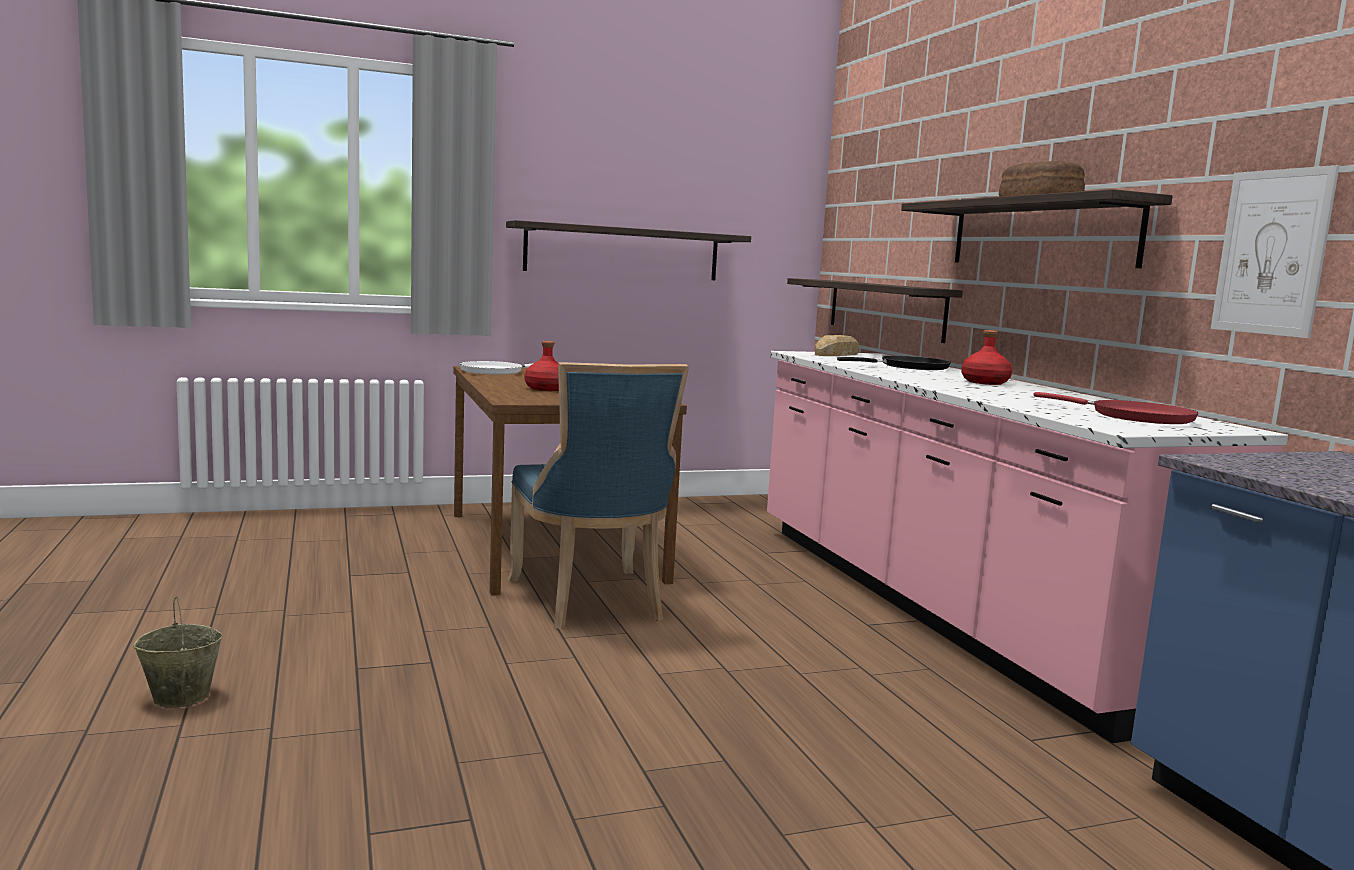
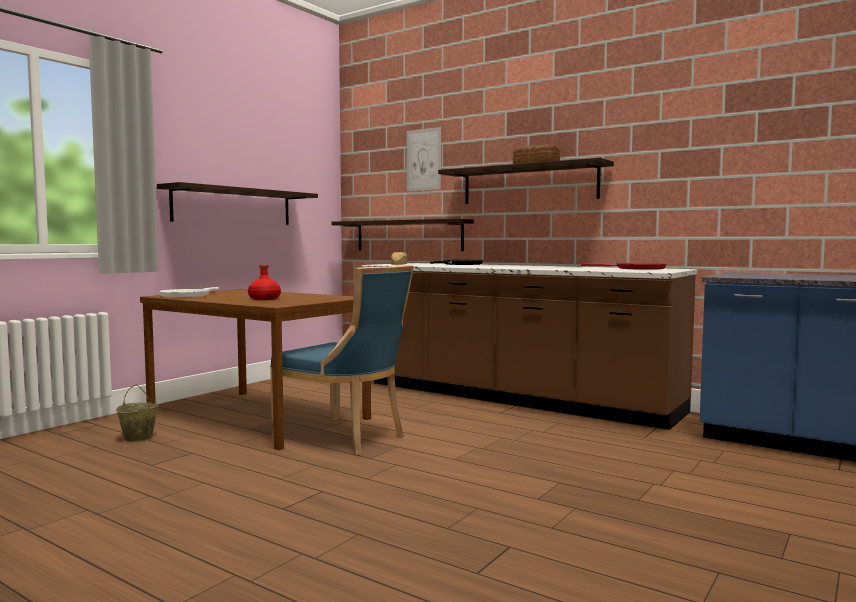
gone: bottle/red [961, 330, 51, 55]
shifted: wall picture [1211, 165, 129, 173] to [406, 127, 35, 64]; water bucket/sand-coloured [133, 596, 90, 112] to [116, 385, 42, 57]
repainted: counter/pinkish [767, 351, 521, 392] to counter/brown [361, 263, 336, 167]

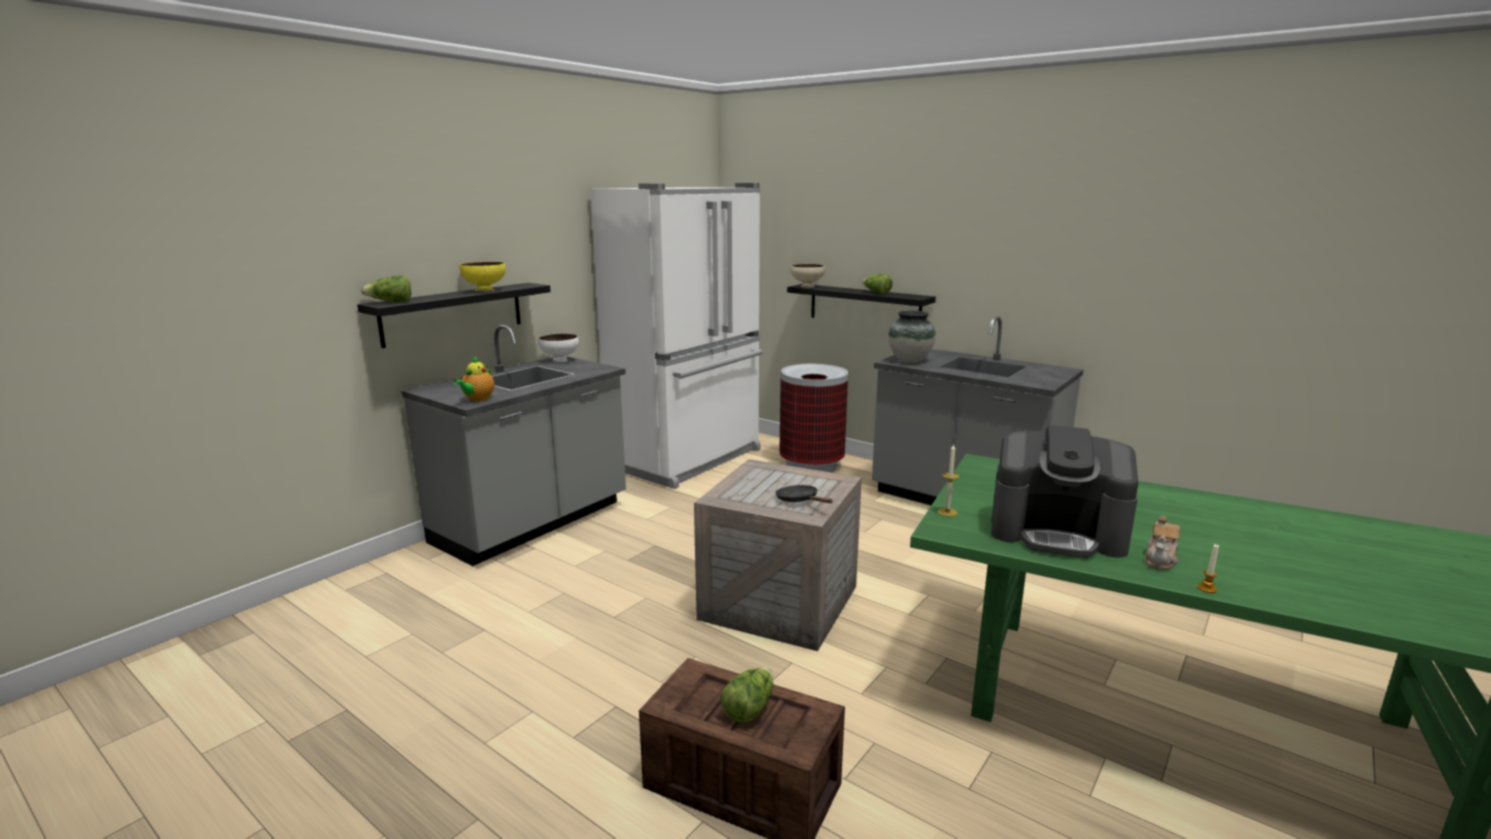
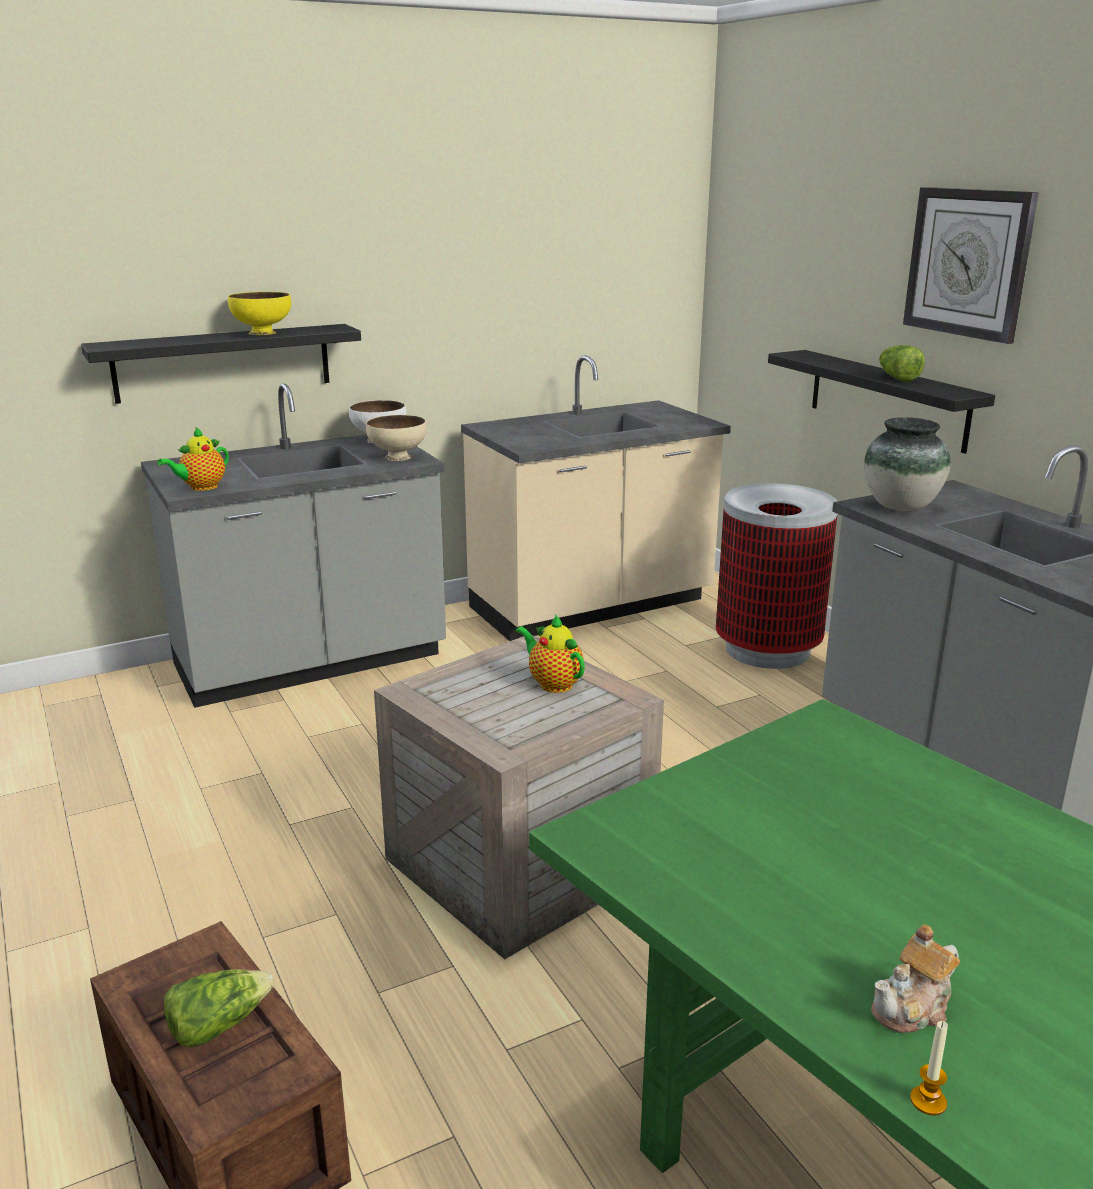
gone: lettuce head [361, 275, 50, 27]; coffee machine [991, 425, 147, 133]; wax light [937, 444, 23, 73]; skillet/black [776, 485, 57, 18]
new: wall clock [903, 187, 136, 157]; tea pot [516, 614, 69, 79]
shifted: bowl/sand-coloured [791, 264, 34, 24] to [366, 415, 61, 46]
swapped: fridge/white [590, 183, 173, 306] to counter/sand-coloured [461, 355, 270, 286]

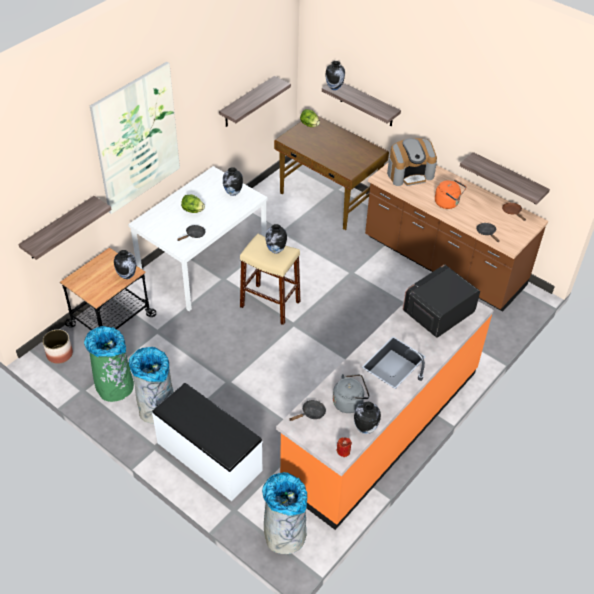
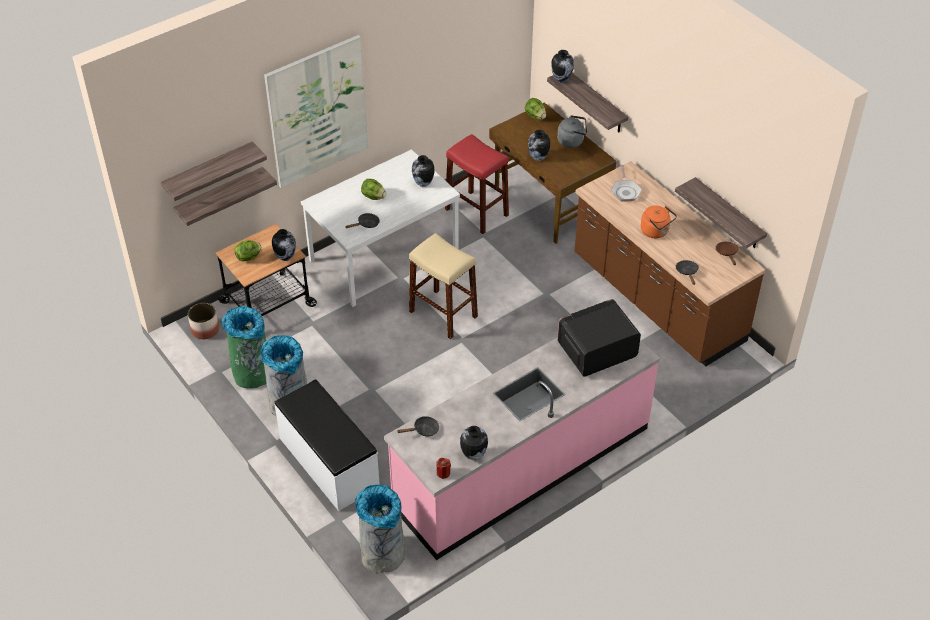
new: stool/red [445, 134, 64, 100]; lettuce head [234, 240, 27, 21]
shifted: shelf [219, 76, 72, 51] to [161, 142, 106, 59]; flower vase [265, 224, 22, 30] to [528, 130, 22, 31]; kettle/grey [333, 374, 37, 39] to [557, 115, 30, 33]
swapped: coffee machine [387, 138, 50, 48] to skillet [611, 165, 31, 37]
repainted: counter/orange [276, 301, 218, 229] to counter/pinkish [384, 338, 276, 222]

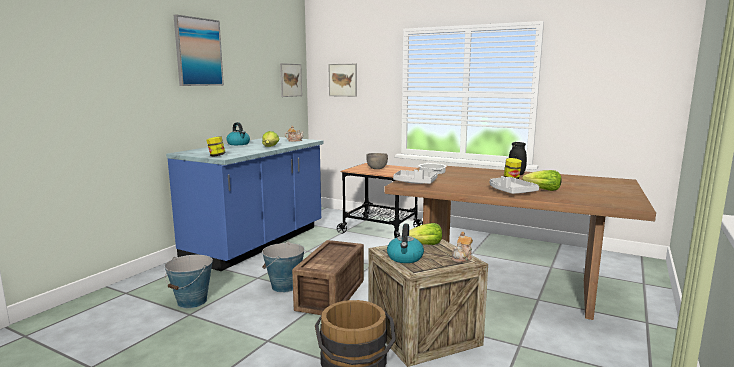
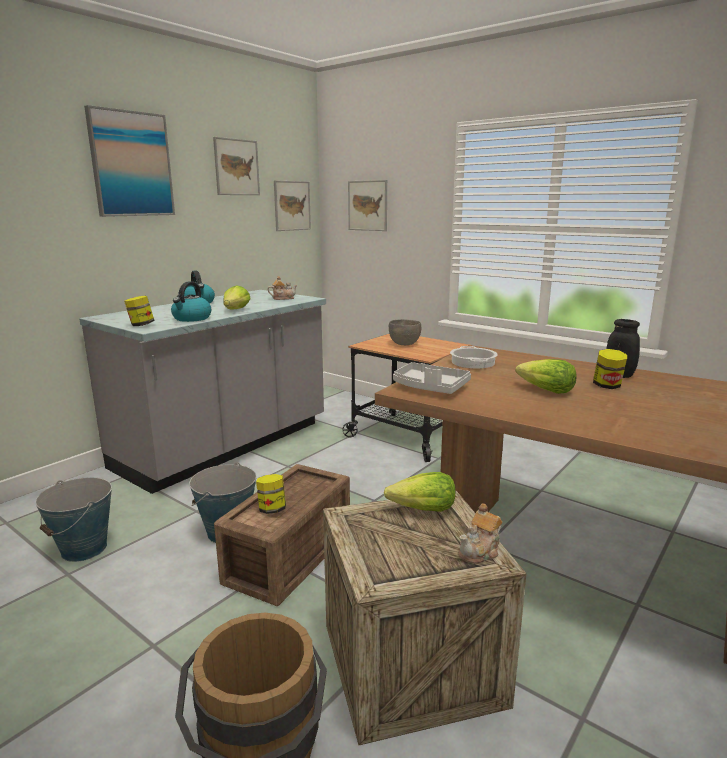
gone: tray/grey [490, 176, 49, 18]
new: wall picture [213, 137, 47, 58]; storage jar [256, 474, 30, 40]
shifted: lettuce head [522, 170, 40, 21] to [515, 359, 61, 35]; kettle [387, 224, 37, 39] to [171, 281, 40, 41]
repainted: counter/blue [166, 137, 157, 134] to counter/grey [79, 290, 247, 204]

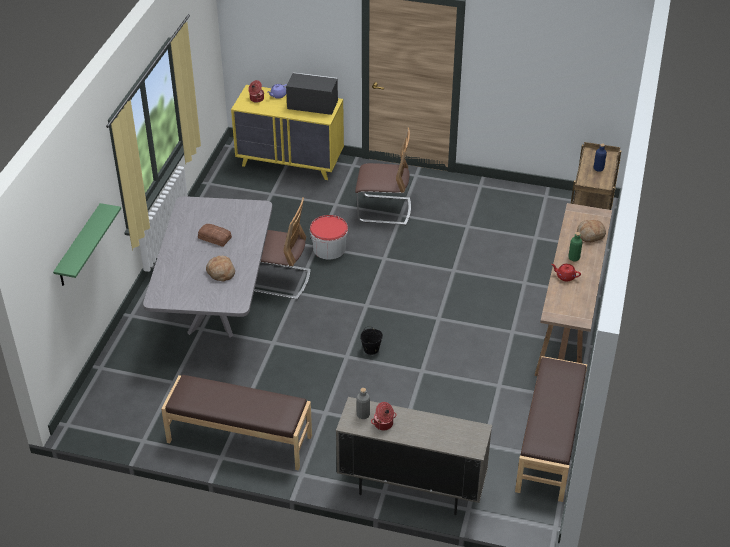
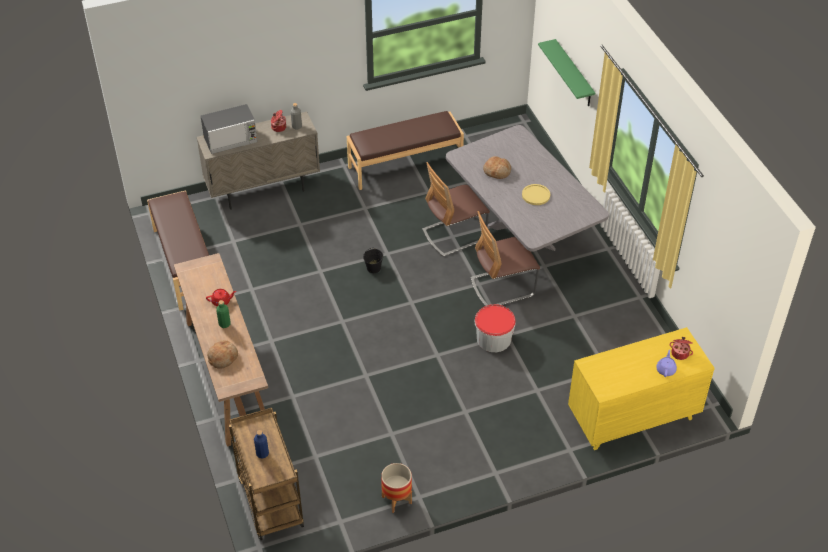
new: planter [381, 463, 31, 50]
shifted: microwave oven [286, 72, 52, 43] to [201, 104, 57, 50]; upright chair [355, 128, 56, 97] to [422, 162, 68, 95]
swapped: bakery bread [198, 224, 34, 23] to plate/yellowish [522, 184, 28, 21]

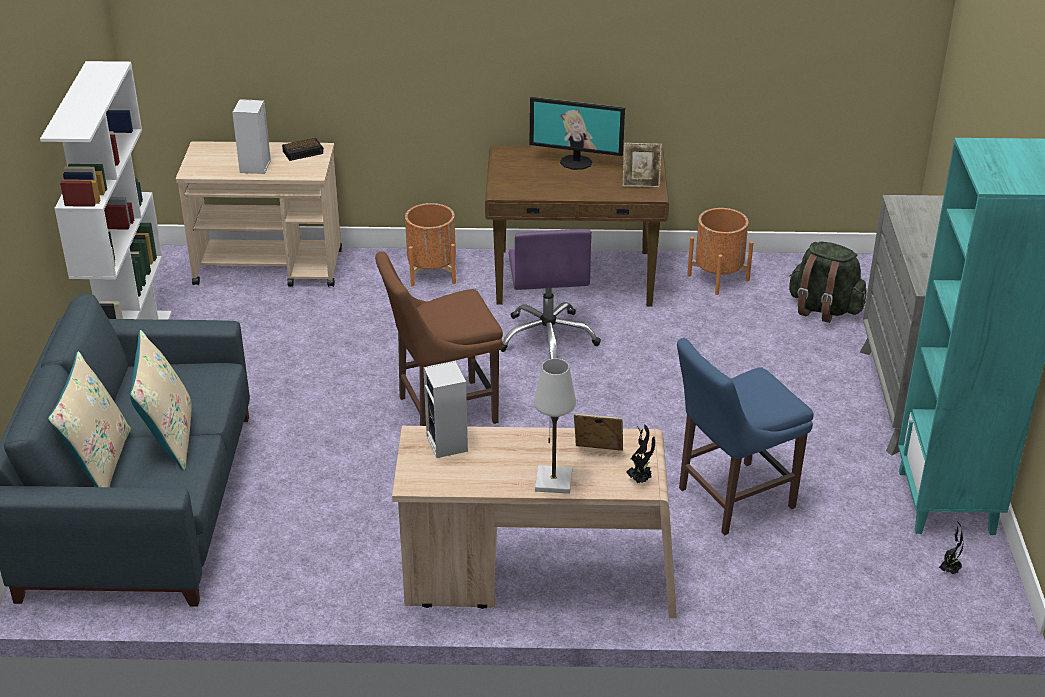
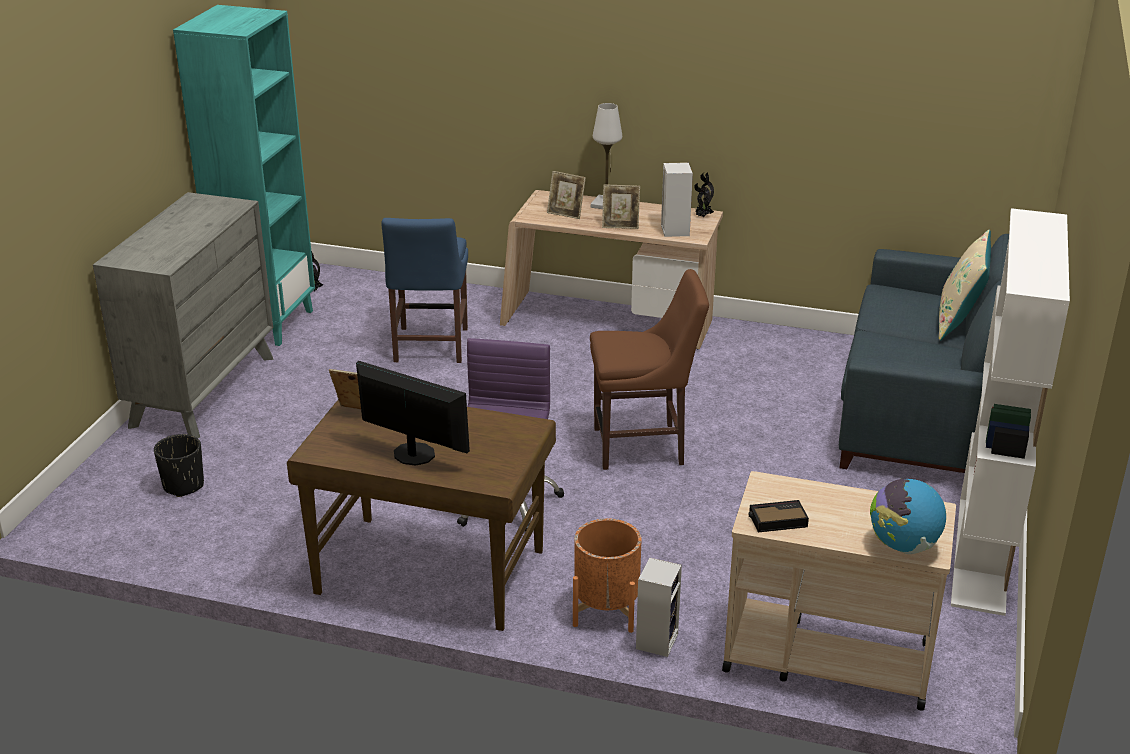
gone: planter/orange [687, 208, 66, 87]; throw pillow/sand-coloured [130, 330, 62, 141]
new: picture frame [602, 185, 38, 44]; world globe [870, 479, 76, 75]
shifted: audio speaker [232, 99, 39, 75] to [636, 558, 46, 99]; potted plant [626, 424, 29, 60] to [694, 172, 20, 45]
swapped: knapsack/green [789, 242, 78, 81] to planter/black [154, 434, 50, 63]
rotated: upright chair/blue [677, 338, 137, 198] = [381, 218, 87, 145] 105 degrees clockwise

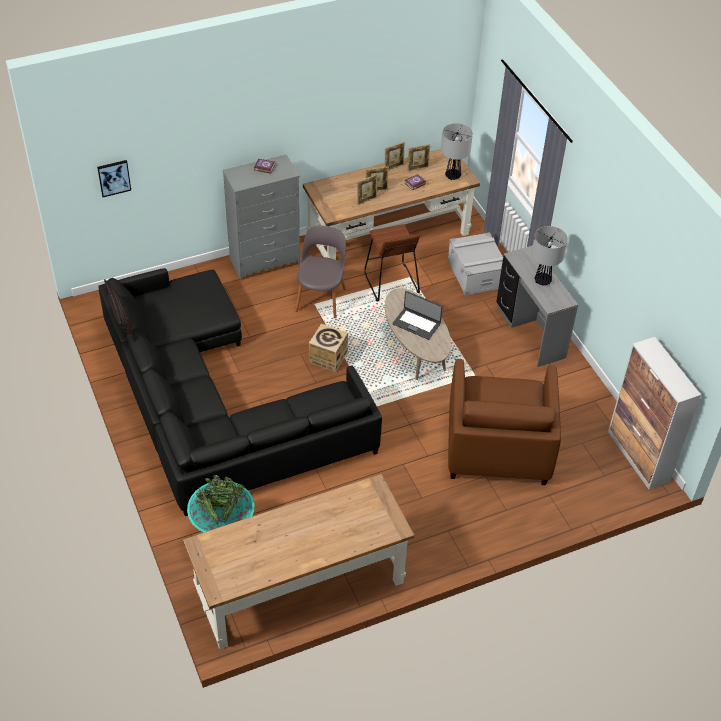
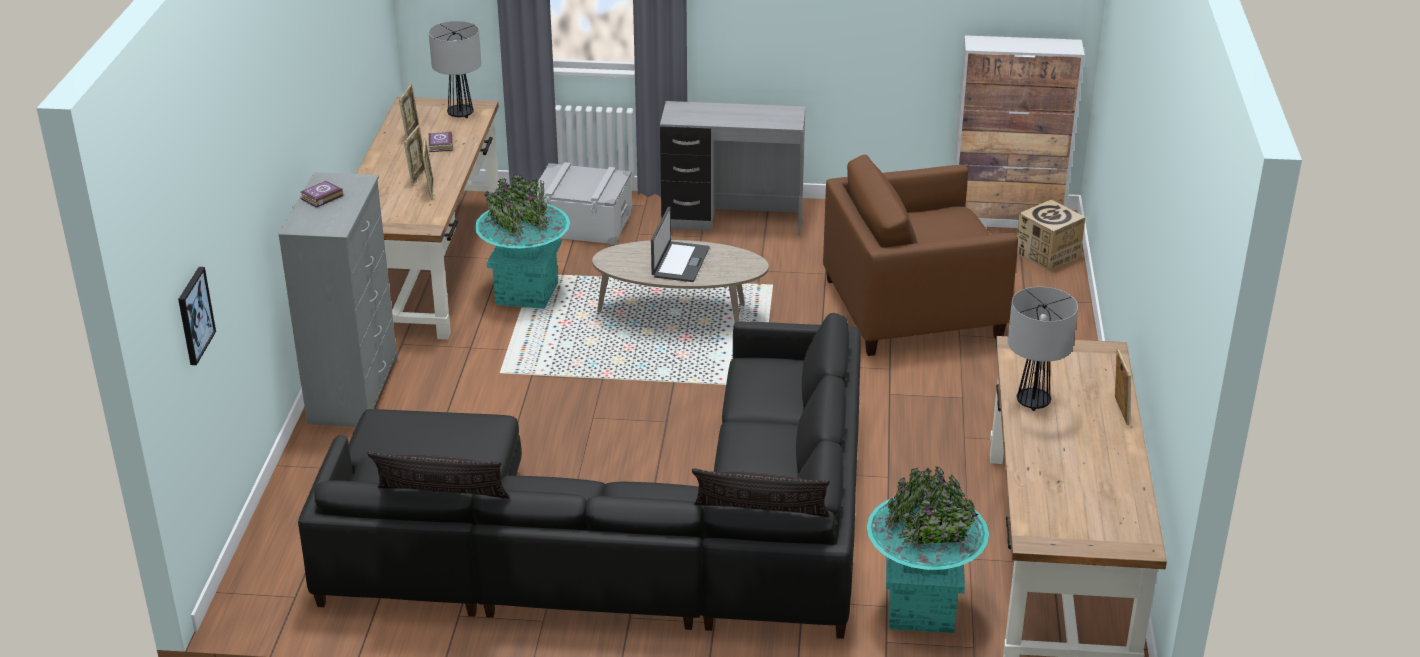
gone: upright chair/grey [295, 225, 51, 93]
new: throw pillow [692, 468, 138, 50]
shifted: picture frame [385, 142, 20, 28] to [1115, 348, 16, 77]; tabletop lamp [531, 226, 37, 59] to [1008, 287, 70, 124]; carton [309, 324, 39, 48] to [1017, 199, 69, 72]
swapped: stool/brown [364, 224, 56, 78] to planter/turquoise-coloured [475, 174, 95, 135]
rotated: notebook computer [392, 291, 51, 49] = [651, 207, 59, 75] 45 degrees counterclockwise; armchair/brown [448, 359, 113, 126] = [823, 155, 195, 201] 135 degrees clockwise

